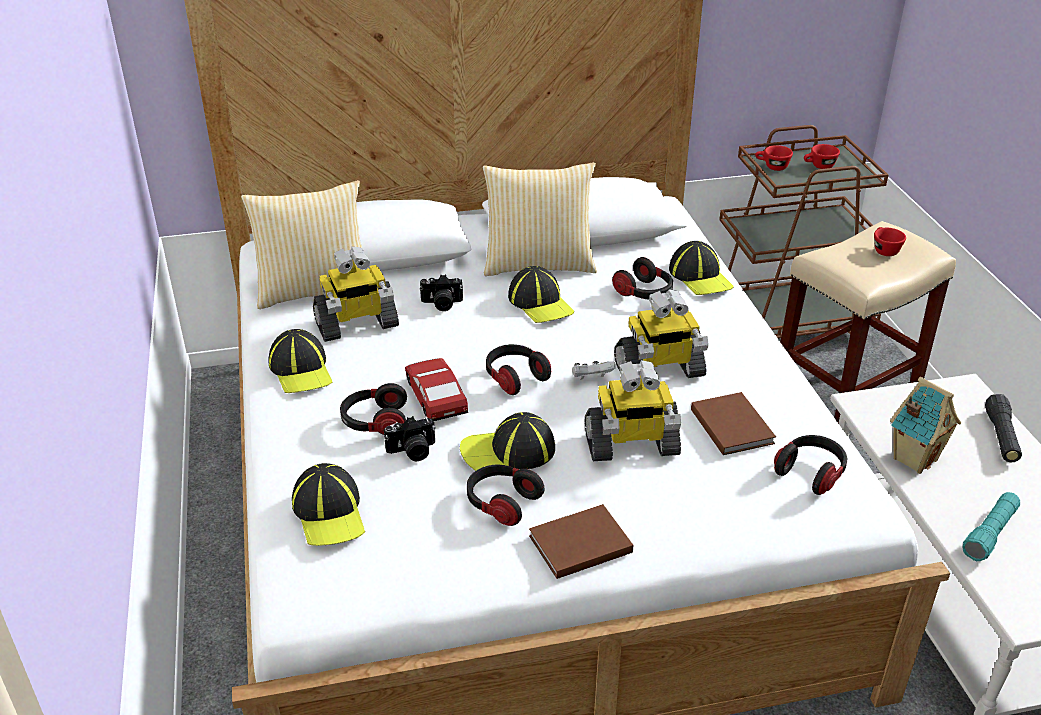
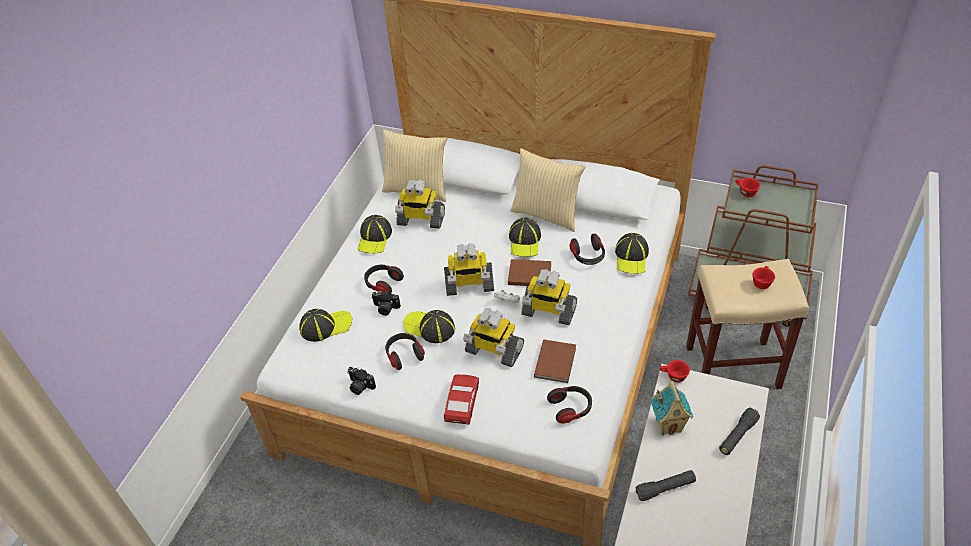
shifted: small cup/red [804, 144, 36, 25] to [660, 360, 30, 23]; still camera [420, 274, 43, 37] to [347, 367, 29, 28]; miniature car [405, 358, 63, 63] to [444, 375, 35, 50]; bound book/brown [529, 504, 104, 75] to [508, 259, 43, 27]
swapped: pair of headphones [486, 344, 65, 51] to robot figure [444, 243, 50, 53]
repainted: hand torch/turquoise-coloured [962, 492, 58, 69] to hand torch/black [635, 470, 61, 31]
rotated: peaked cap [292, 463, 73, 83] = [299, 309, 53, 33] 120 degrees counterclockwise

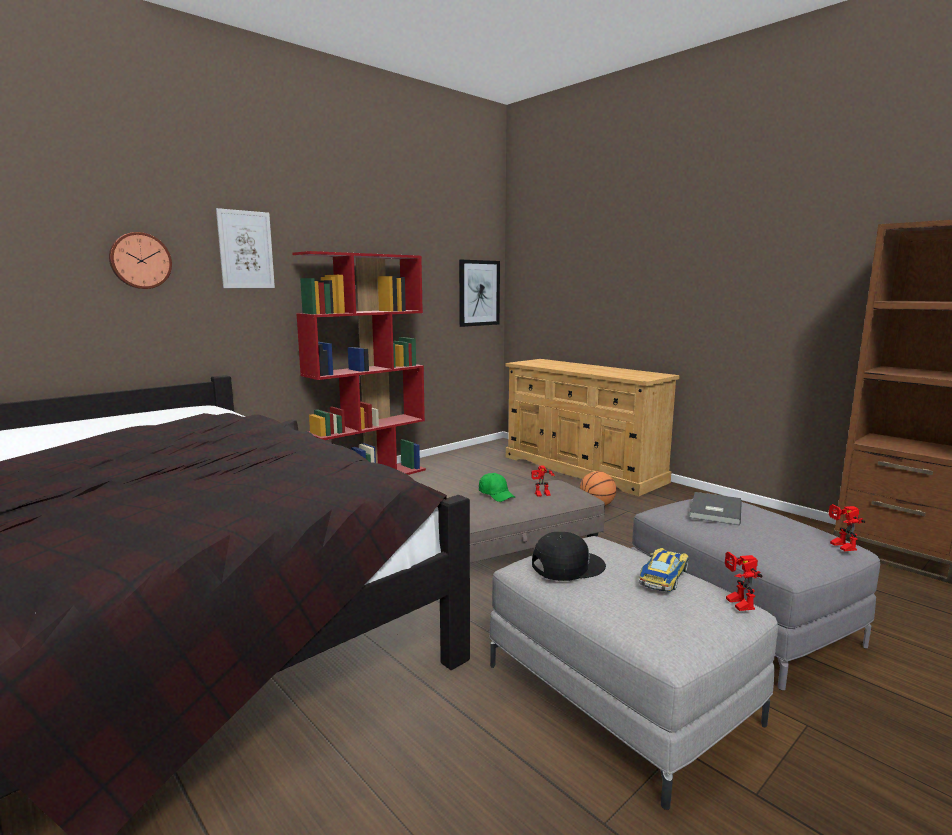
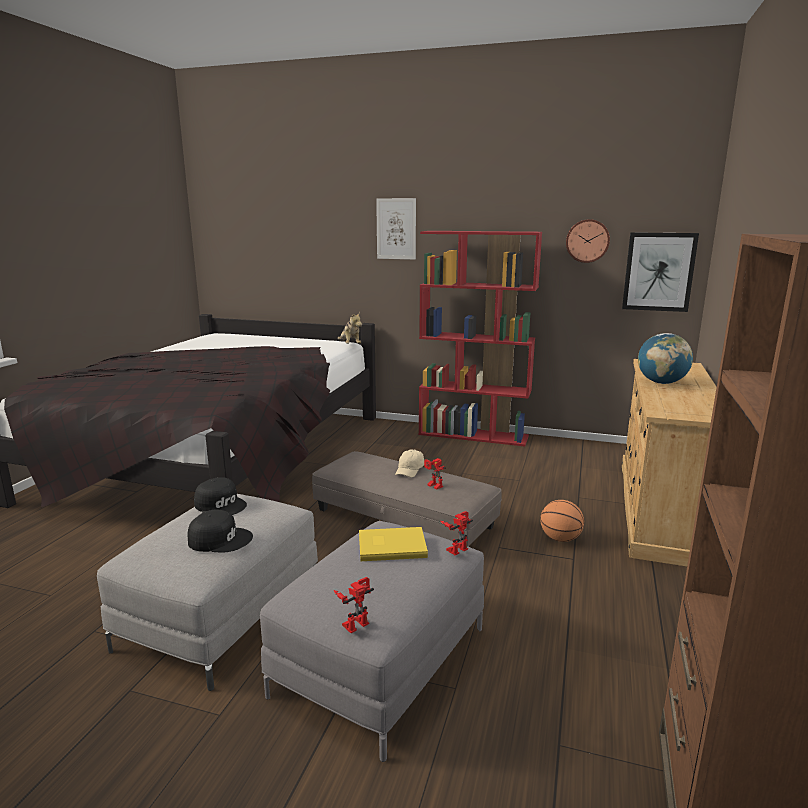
new: plush toy [338, 312, 24, 32]; world globe [638, 333, 55, 51]
shifted: wall clock [109, 232, 63, 57] to [566, 219, 44, 44]; robot figure [725, 552, 38, 59] to [440, 511, 33, 44]
swapped: miniature car [639, 548, 50, 44] to peaked cap/black [187, 509, 66, 44]
repainted: peaked cap/green [479, 473, 36, 29] to peaked cap/sand-coloured [395, 450, 29, 28]; bound book/grey [689, 492, 53, 33] to bound book/yellowish [359, 527, 69, 34]

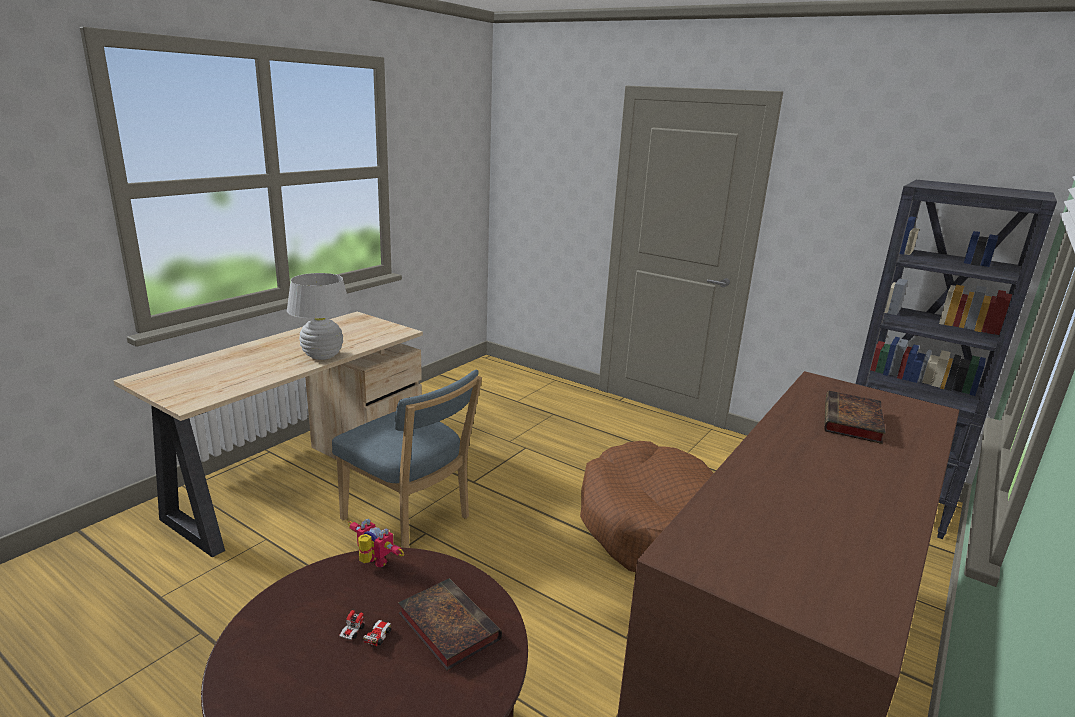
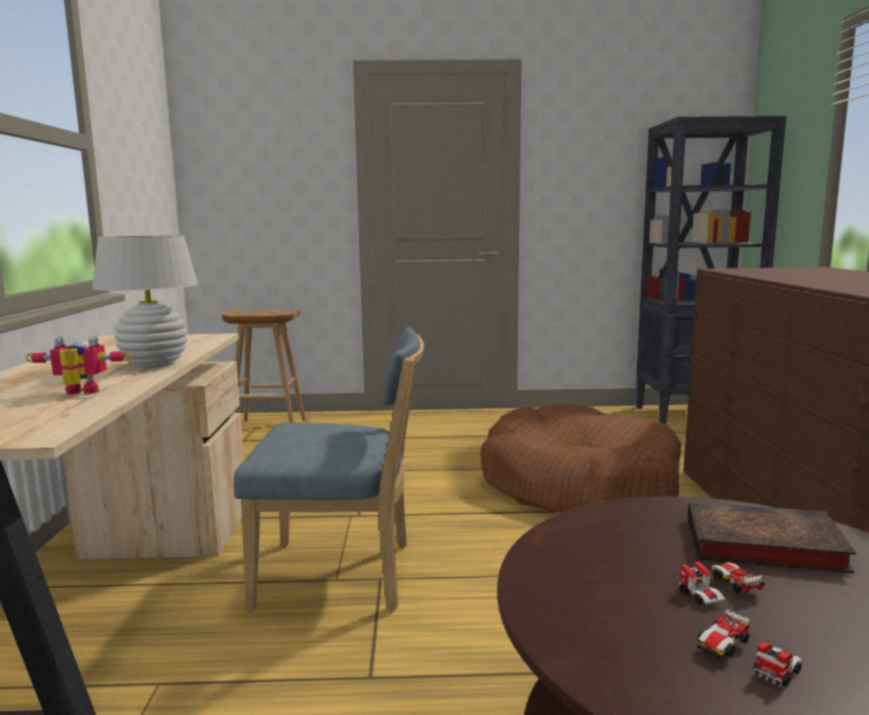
gone: bound book [824, 391, 62, 53]
new: stool/brown [222, 309, 84, 114]; miniature car [697, 610, 105, 77]
shifted: robot figure [348, 519, 56, 48] to [25, 336, 107, 58]

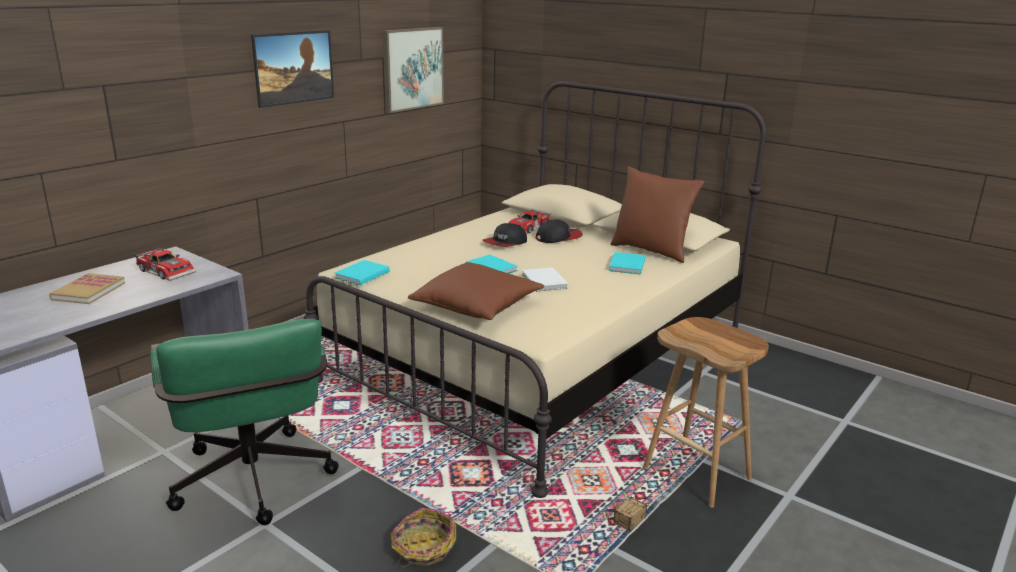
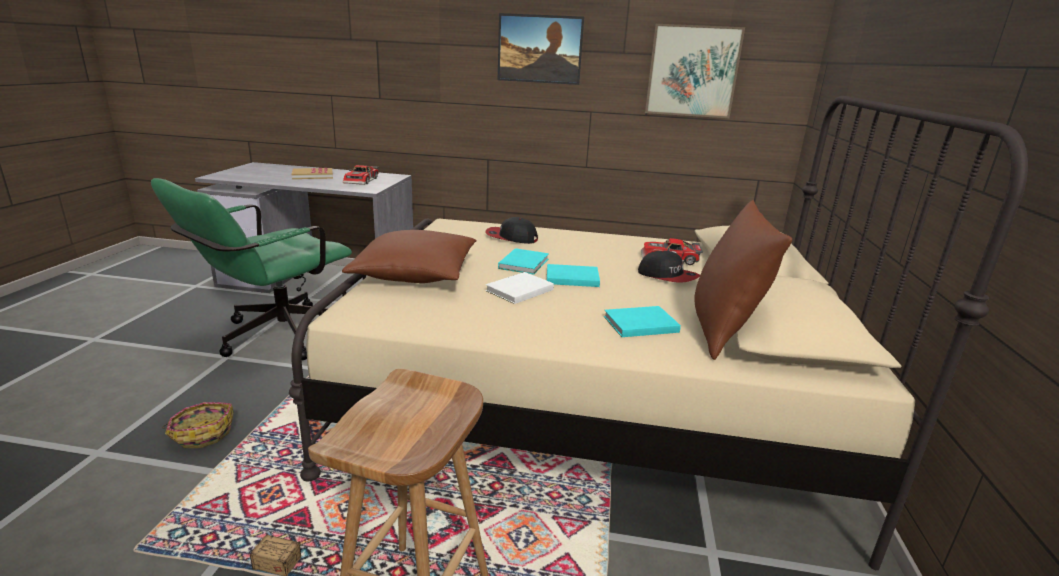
shifted: peaked cap [482, 223, 45, 24] to [485, 217, 53, 27]; bound book/turquoise-coloured [335, 260, 54, 25] to [547, 264, 53, 23]

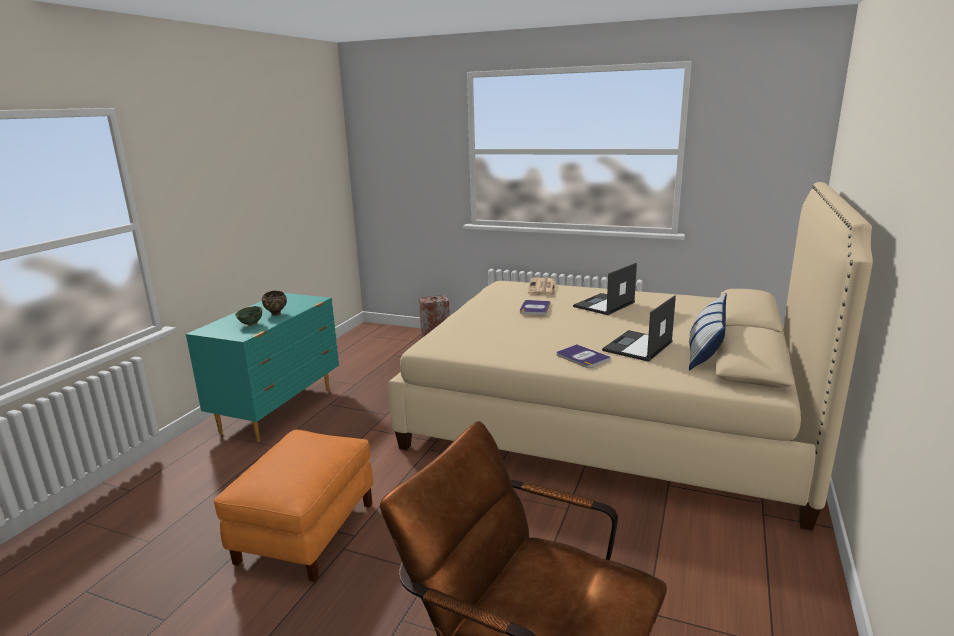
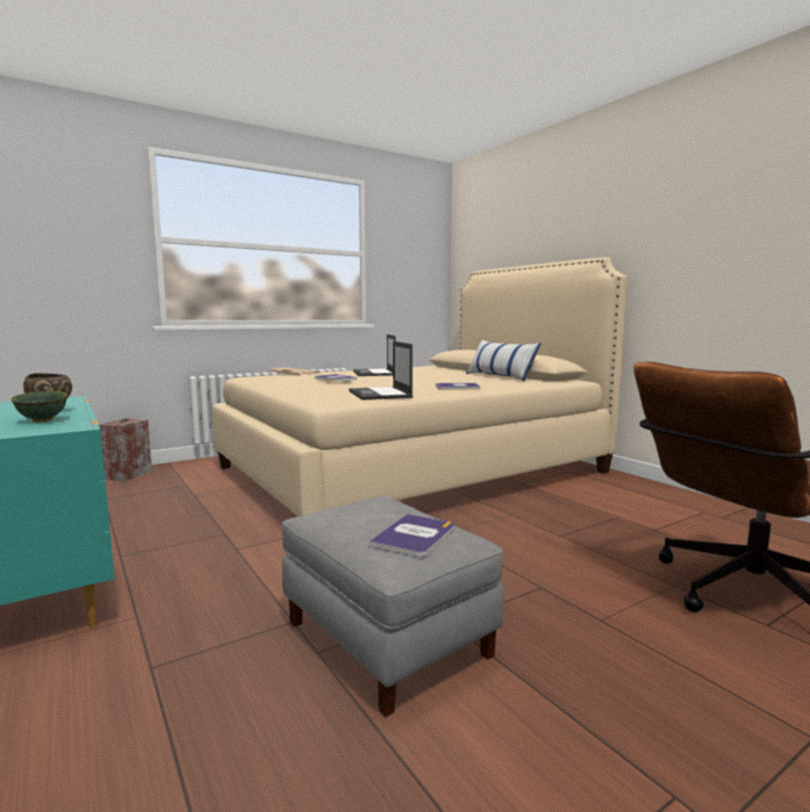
new: bound book [369, 514, 85, 43]
shifted: notebook computer [602, 295, 74, 67] to [349, 341, 64, 59]
repainted: ottoman/orange [213, 430, 160, 152] to ottoman/grey [282, 496, 222, 221]

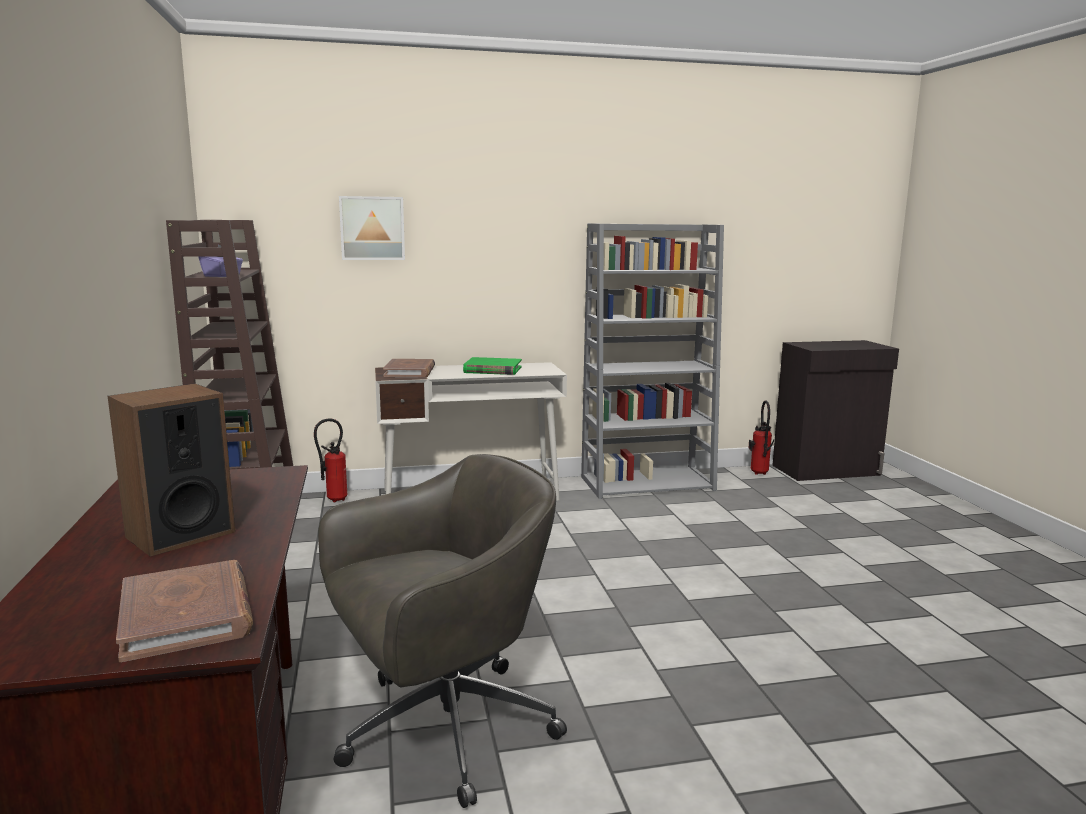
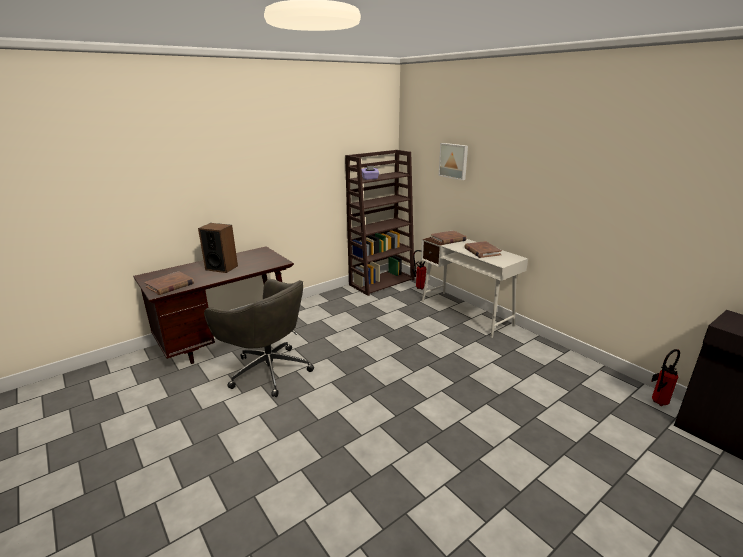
gone: shelving unit/grey [581, 223, 143, 276]
repainted: bound book/green [463, 357, 59, 18] to bound book/brown [464, 241, 38, 17]

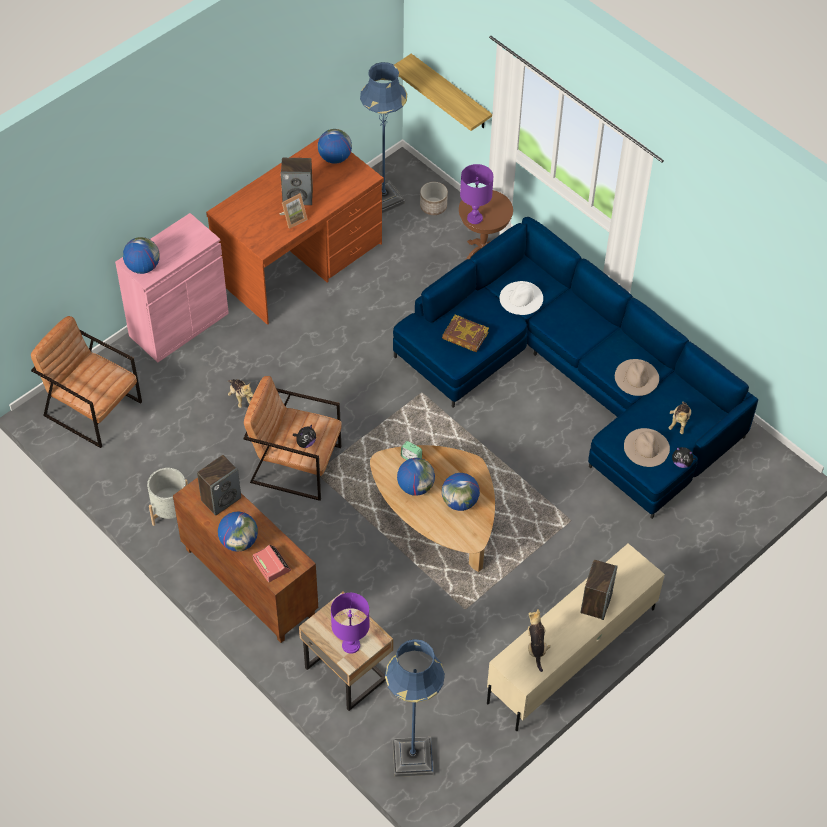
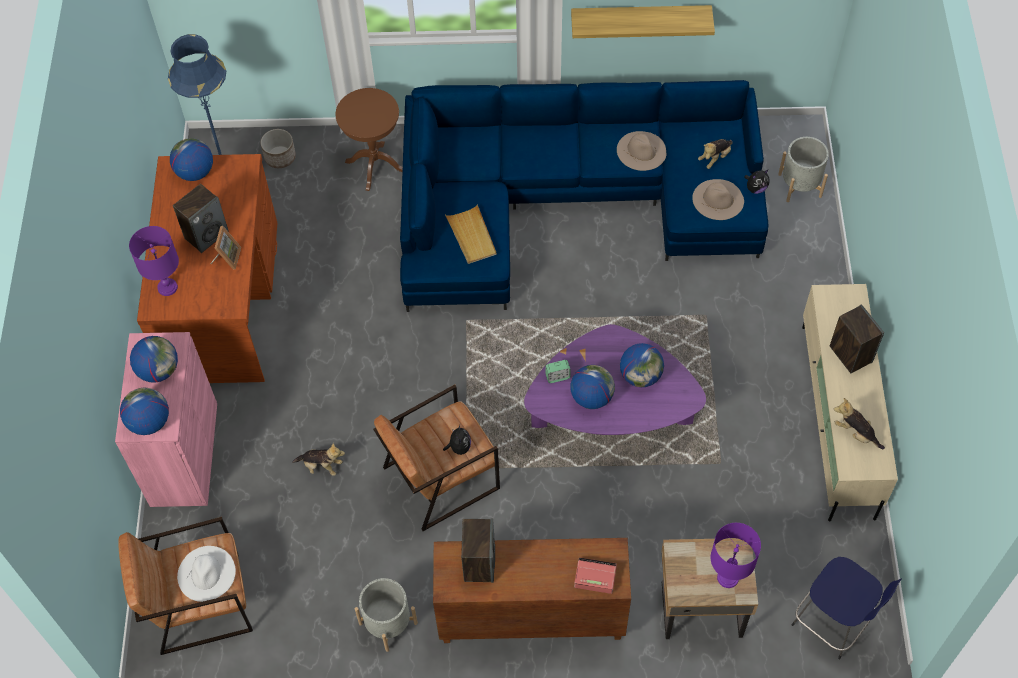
new: planter/grey [778, 137, 51, 65]
shifted: shelf [394, 53, 98, 78] to [571, 5, 144, 33]; tabletop lamp/purplish [460, 164, 33, 60] to [129, 226, 50, 70]; hat/white [500, 281, 43, 34] to [177, 546, 59, 56]; world globe [218, 512, 40, 40] to [130, 336, 48, 47]
swapped: bound book [442, 315, 47, 37] to tray/sand-coloured [445, 205, 52, 59]; standing lamp/blue [385, 639, 60, 138] to stool/blue [792, 557, 110, 102]
repainted: low table/brown [370, 445, 125, 127] to low table/purplish [524, 324, 182, 111]
rotated: plush toy [669, 402, 22, 32] = [698, 139, 35, 30] 75 degrees clockwise

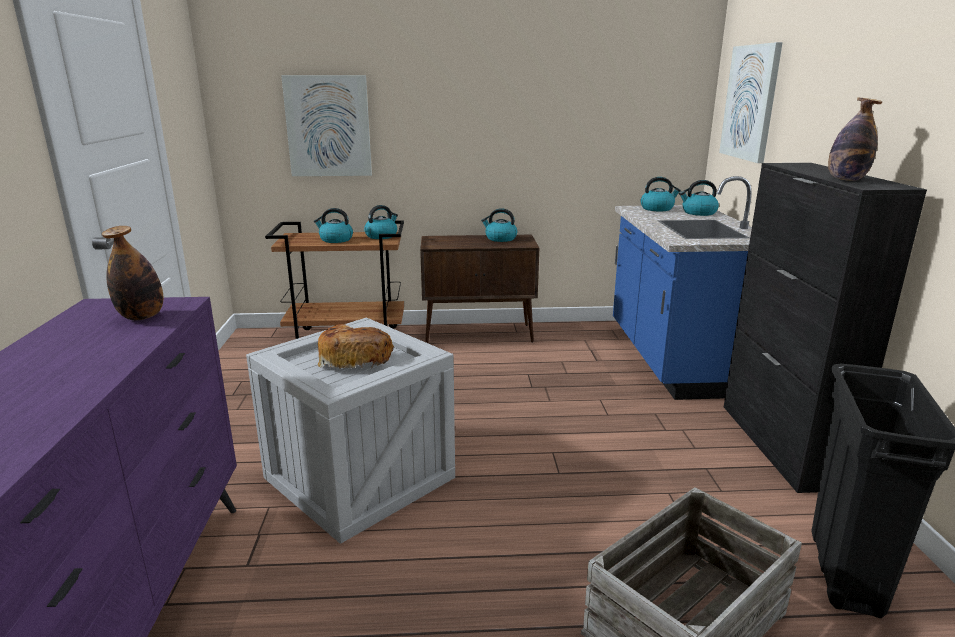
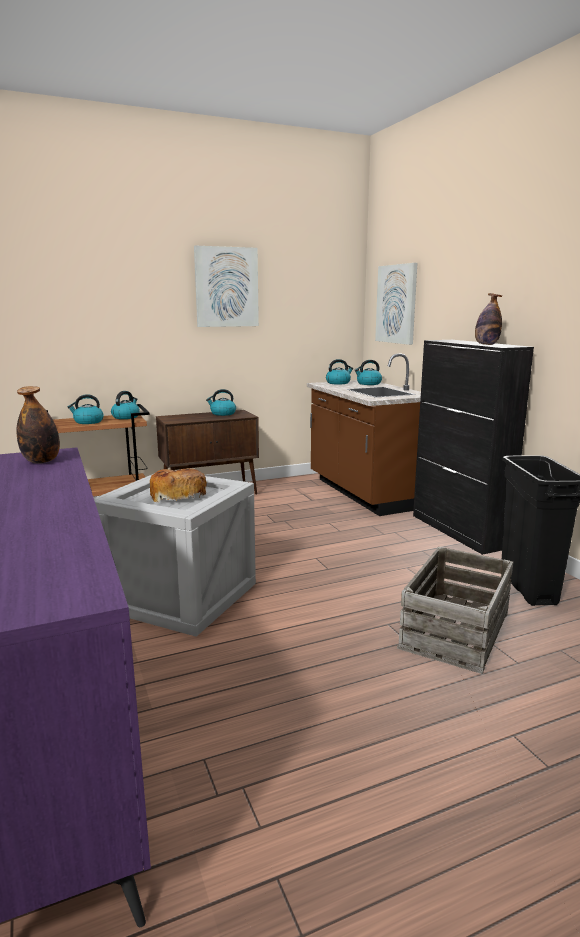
shifted: wall picture [281, 75, 91, 101] to [194, 246, 65, 81]
repainted: counter/blue [613, 176, 139, 224] to counter/brown [307, 353, 114, 163]

